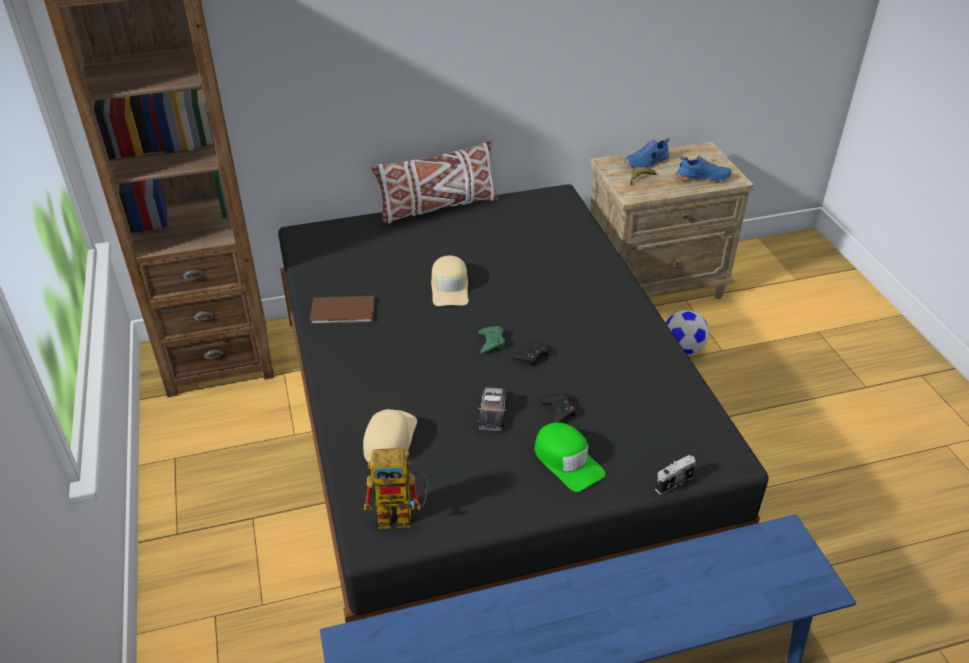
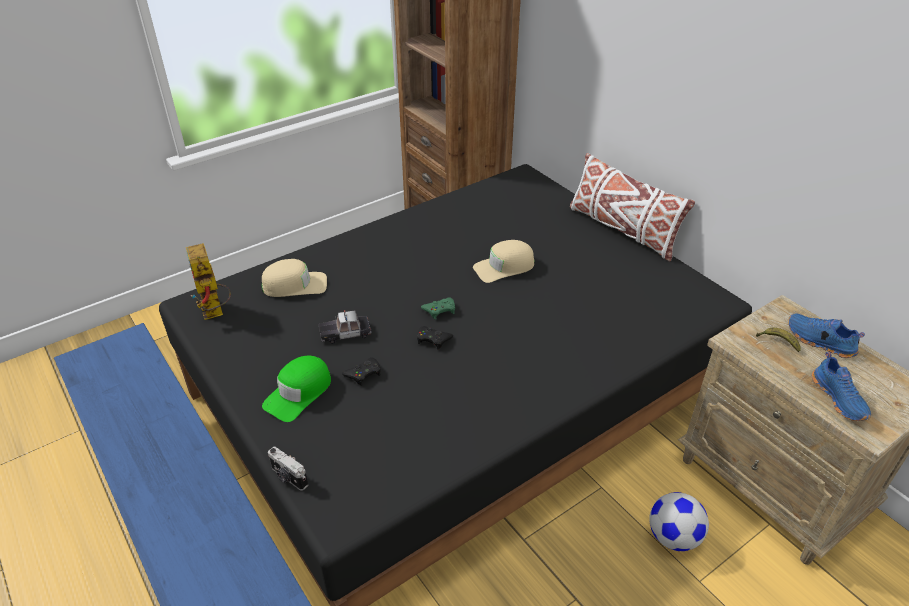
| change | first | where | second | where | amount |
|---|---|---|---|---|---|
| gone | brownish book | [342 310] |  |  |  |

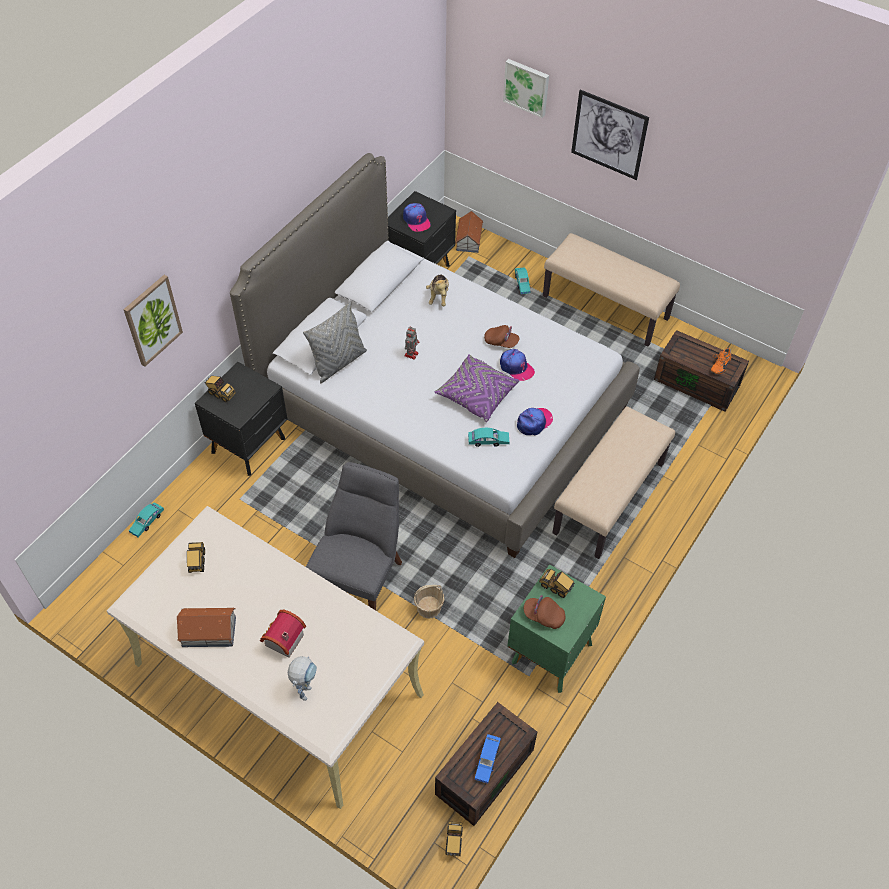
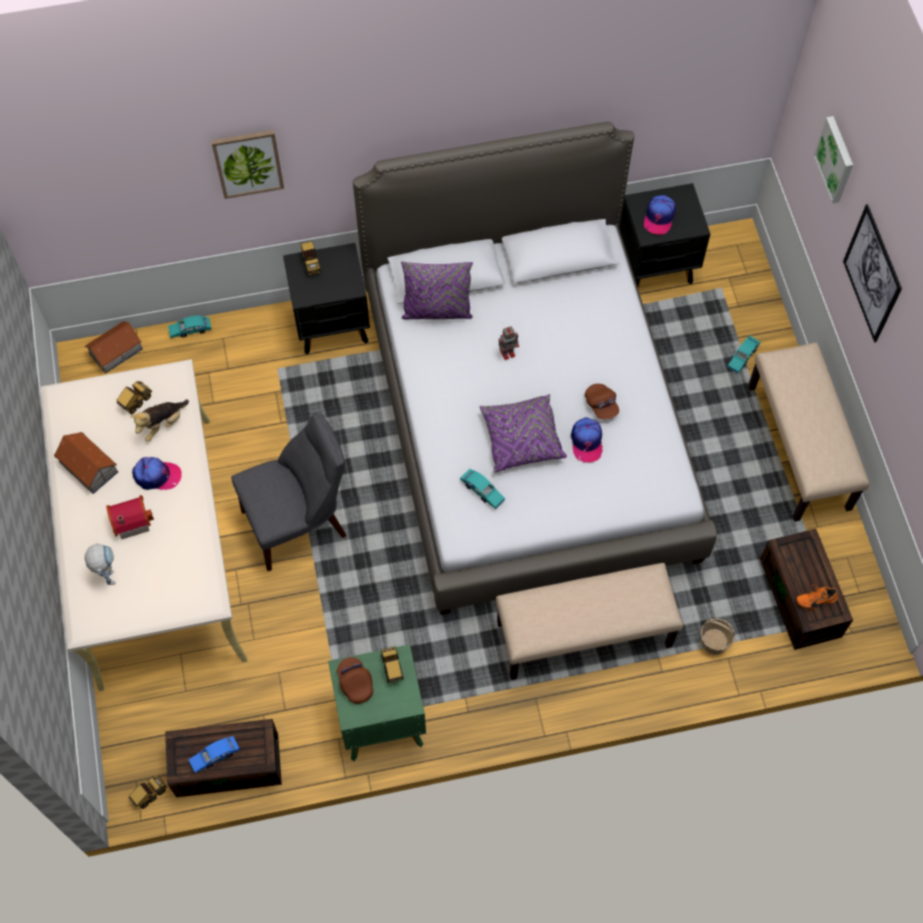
| change | first | where | second | where | amount |
|---|---|---|---|---|---|
| rotated | model robot | [302 678] |  | [100 564] | 75 degrees counterclockwise |
| repainted | greyish cushion | [335 342] | purplish cushion | [437 290] |  |
| shifted | household basket | [429 602] |  | [717 636] |  |
| shifted | plush toy | [437 290] |  | [159 420] |  |
| shifted | toy house | [469 232] |  | [114 347] |  |
| shifted | cap | [535 422] |  | [157 473] |  |

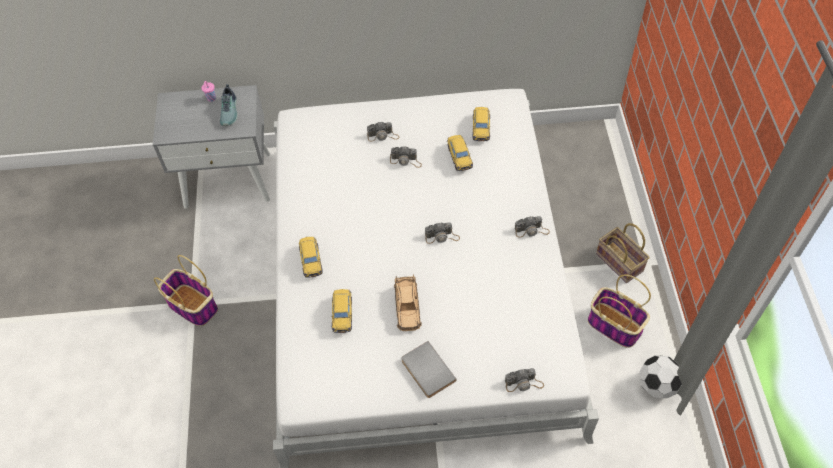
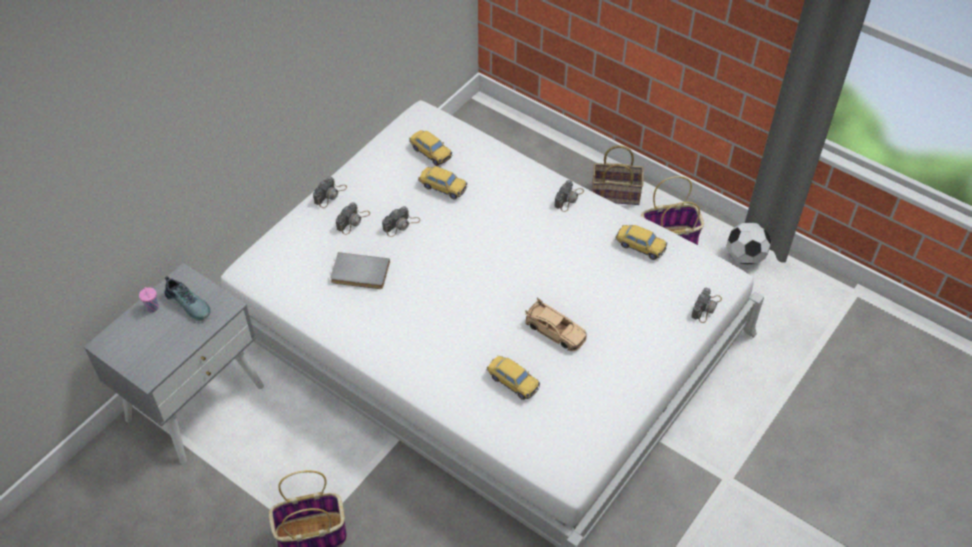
| change | first | where | second | where | amount |
|---|---|---|---|---|---|
| shifted | model car | [311 257] |  | [641 242] |  |
| shifted | greyish book | [428 369] |  | [360 270] |  |
| shifted | still camera | [442 233] |  | [330 192] |  |

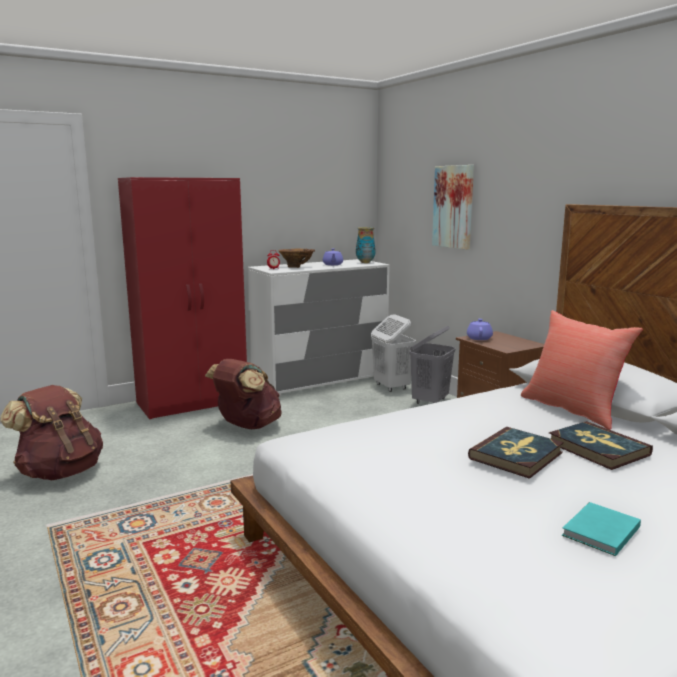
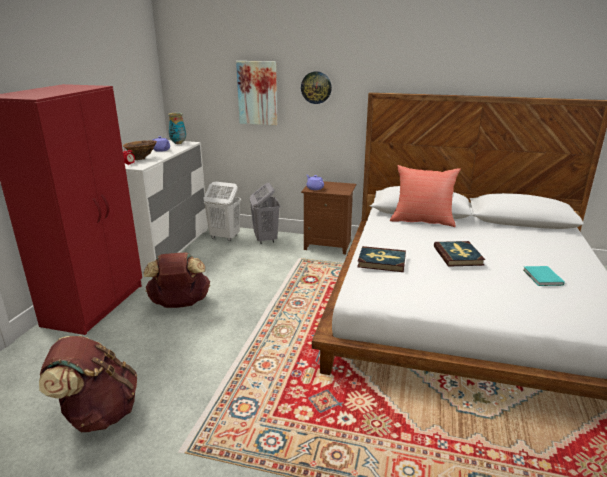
| change | first | where | second | where | amount |
|---|---|---|---|---|---|
| shifted | book | [601 445] |  | [381 259] |  |
| new |  |  | wall clock | [316 87] |  |

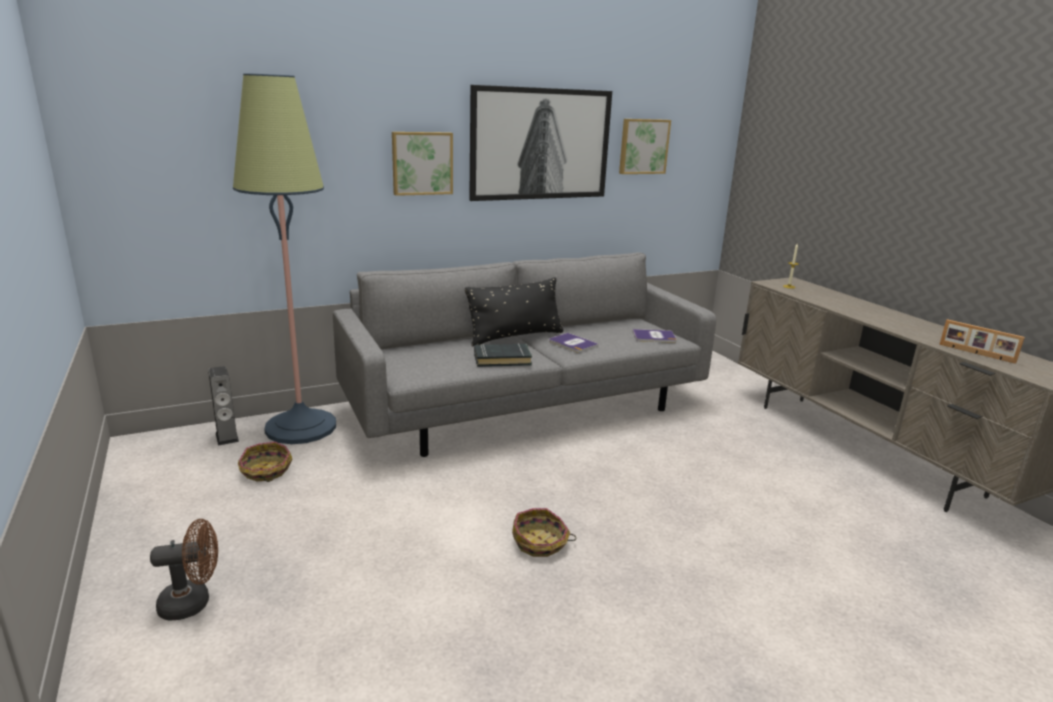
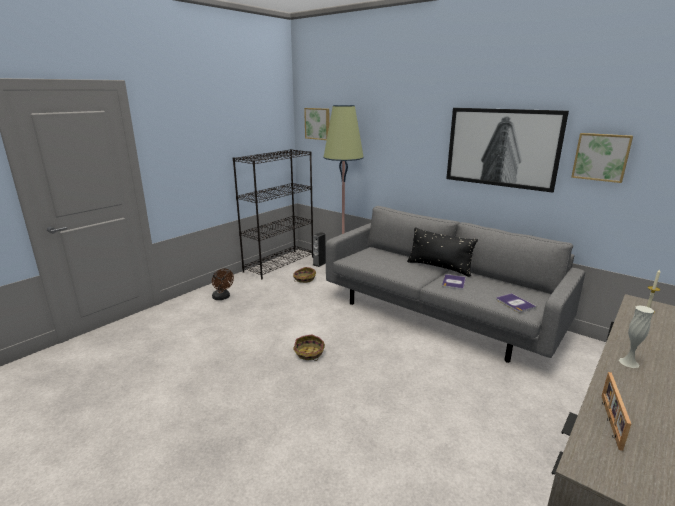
| change | first | where | second | where | amount |
|---|---|---|---|---|---|
| shifted | picture | [422 164] |  | [316 124] |  |
| gone | blackish book | [503 355] |  |  |  |
| new |  |  | blackish bookshelf | [273 214] |  |
| new |  |  | white vase | [636 337] |  |

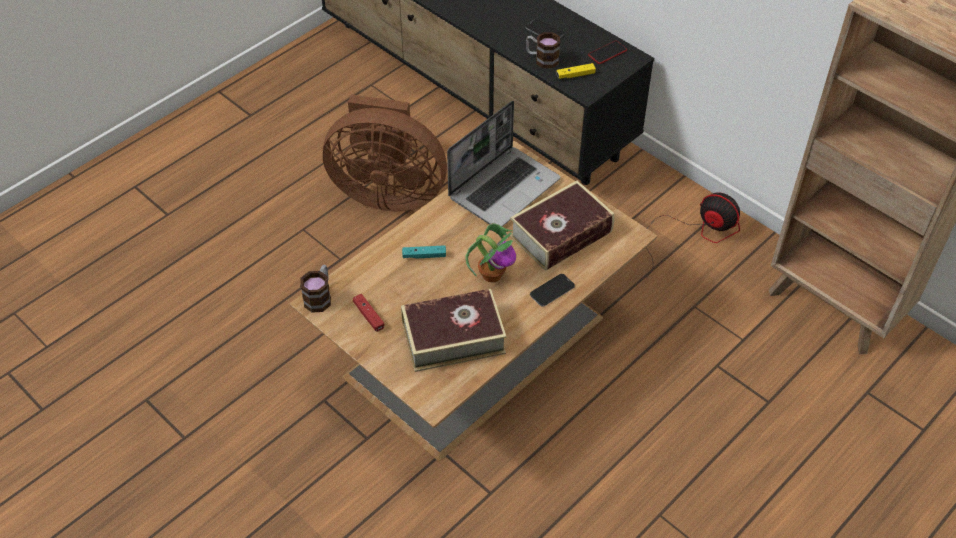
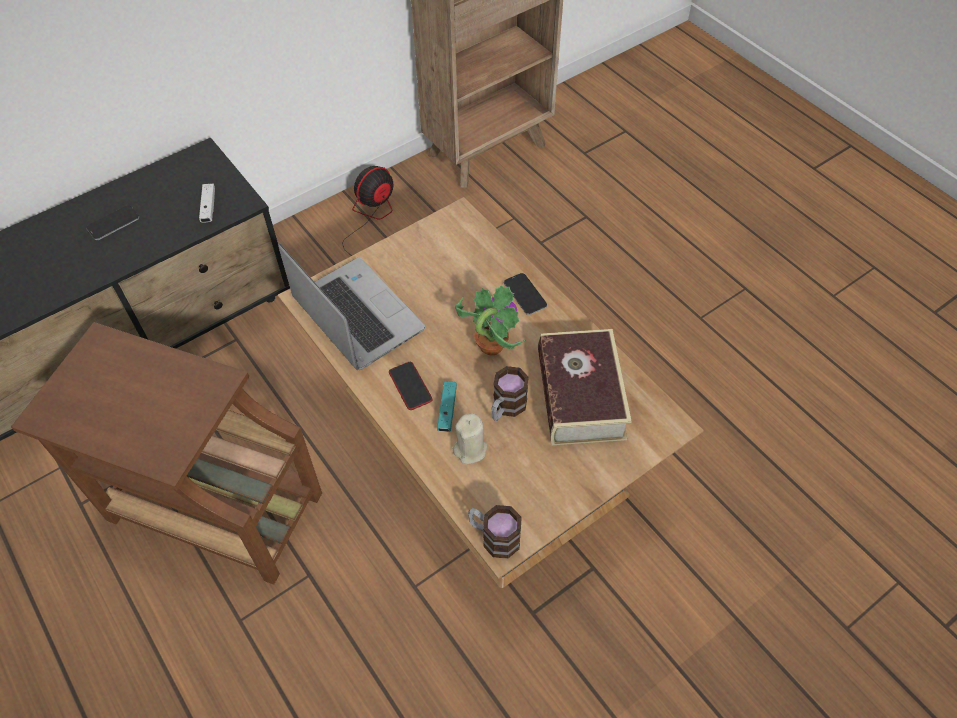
| change | first | where | second | where | amount |
|---|---|---|---|---|---|
| swapped | brownish fan | [385 153] | brownish accent table | [166 453] |  |
| gone | reddish game controller | [369 313] |  |  |  |
| gone | book | [562 226] |  |  |  |
| shifted | coffee mug | [543 50] |  | [510 393] |  |
| repainted | yellow-coloured game controller | [576 71] | white game controller | [207 203] |  |
| shifted | telephone | [607 52] |  | [411 386] |  |
| new |  |  | sand-coloured wax light | [470 438] |  |

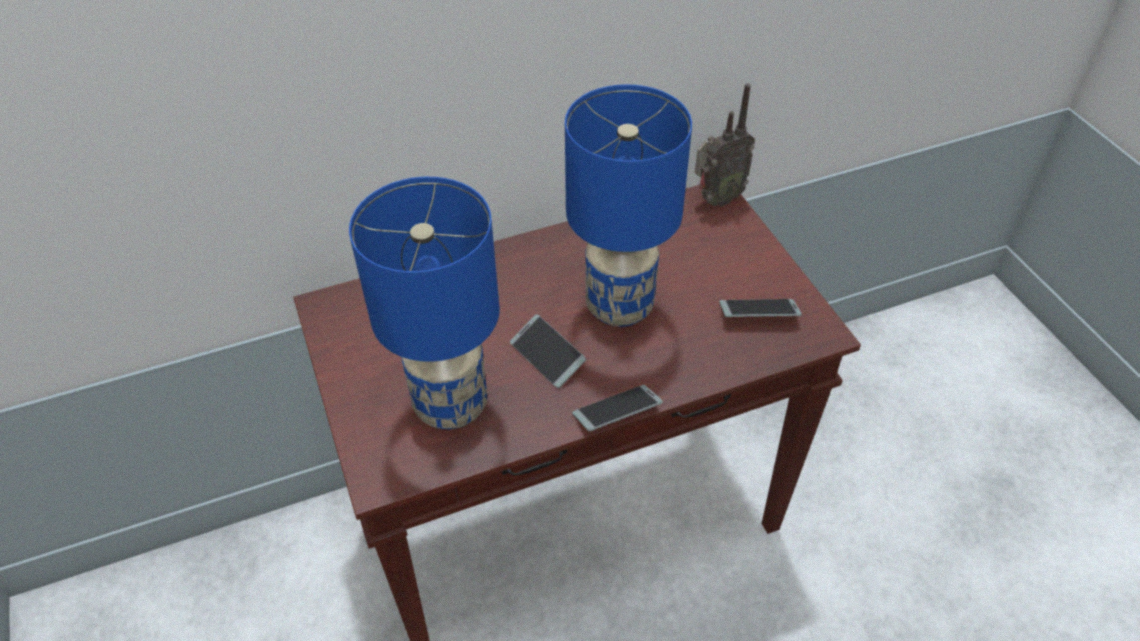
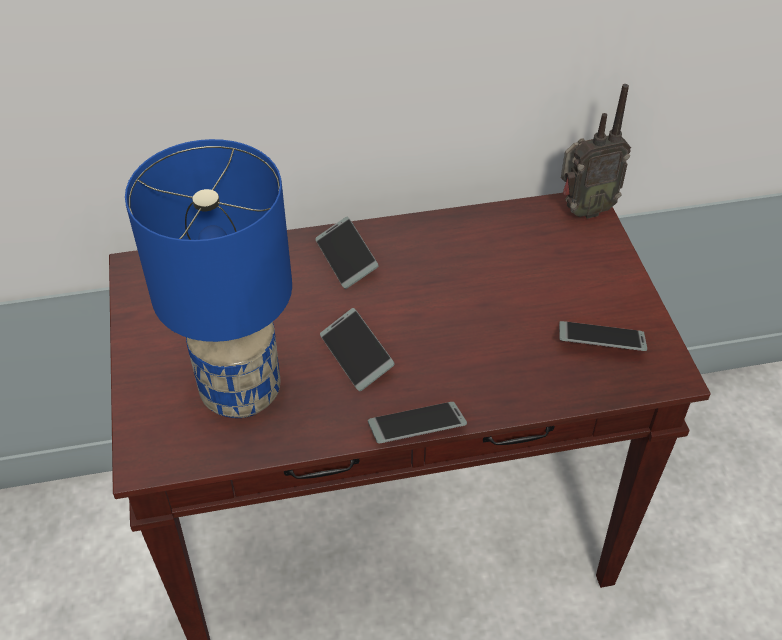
| change | first | where | second | where | amount |
|---|---|---|---|---|---|
| gone | blue-coloured lamp for a table | [628 205] |  |  |  |
| new |  |  | telephone | [347 253] |  |

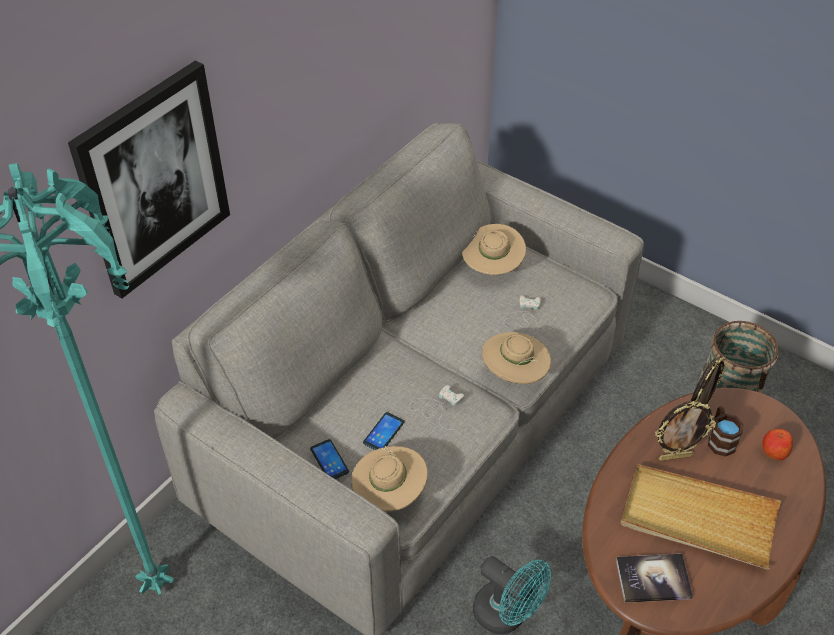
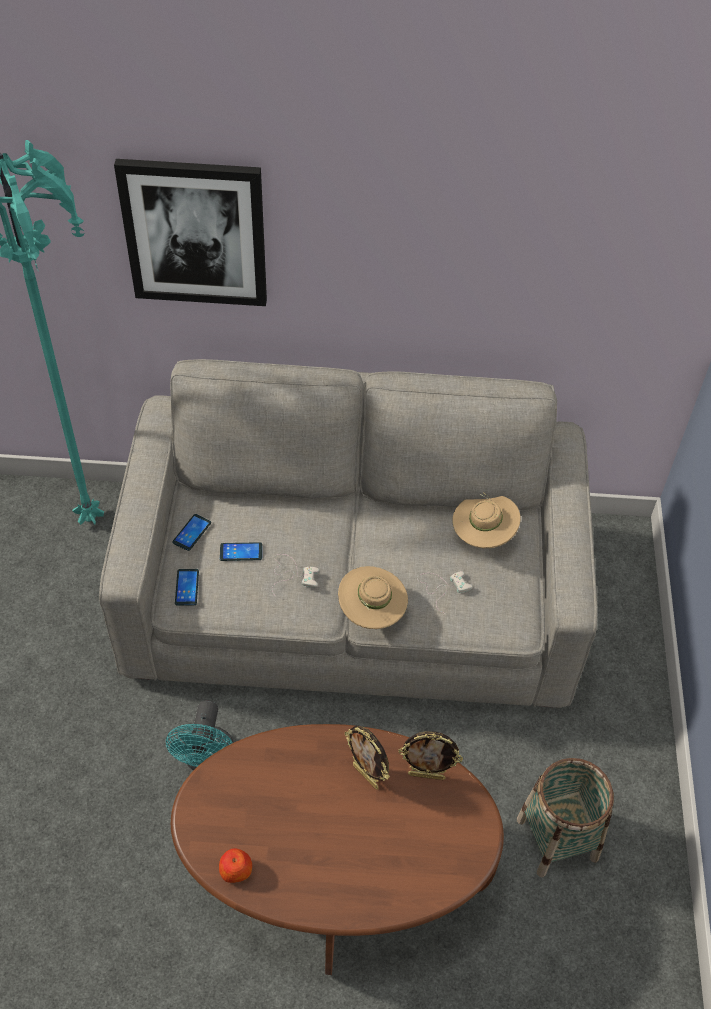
| change | first | where | second | where | amount |
|---|---|---|---|---|---|
| swapped | sand-coloured hat | [389 479] | telephone | [187 587] |  |
| gone | book | [654 578] |  |  |  |
| gone | sand-coloured serving tray | [701 517] |  |  |  |
| gone | brownish coffee mug | [726 431] |  |  |  |
| shifted | whole apple | [777 444] |  | [235 865] |  |

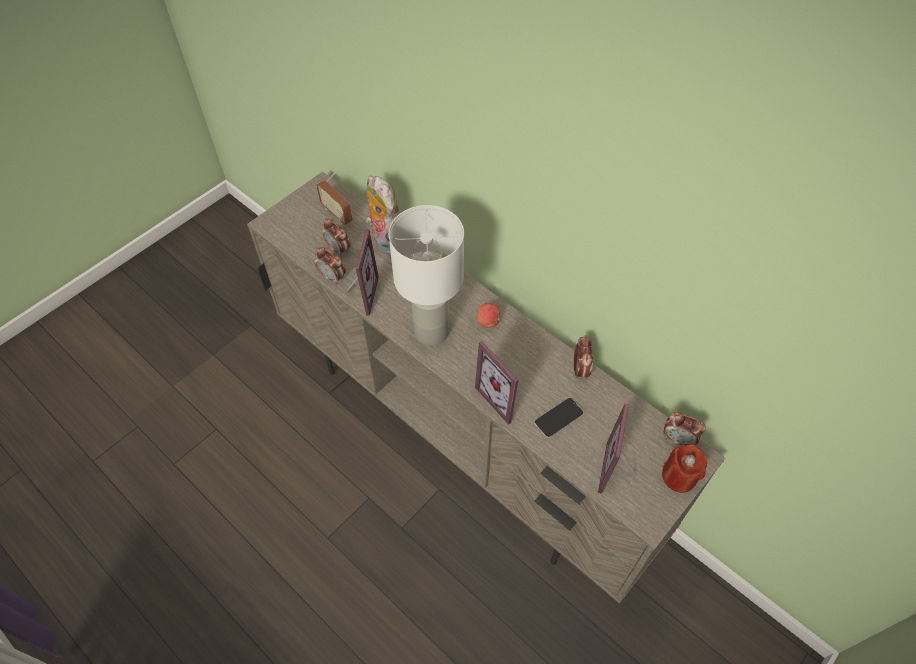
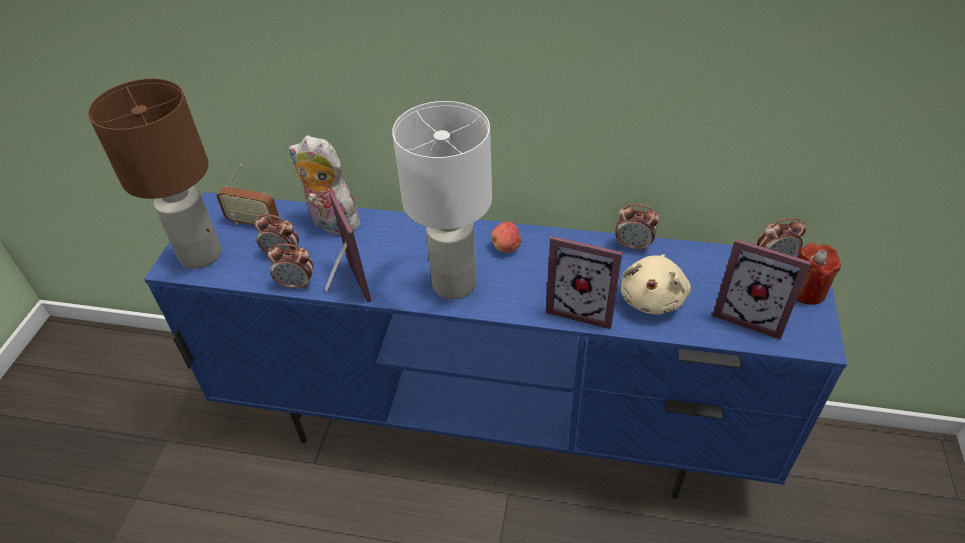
| change | first | where | second | where | amount |
|---|---|---|---|---|---|
| repainted | sand-coloured media console | [486 387] | blue-coloured media console | [495 345] |  |
| swapped | telephone | [559 418] | sand-coloured plush toy | [656 284] |  |
| rotated | bedside clock | [583 357] |  | [637 228] | 135 degrees clockwise |
| rotated | photo frame | [617 449] |  | [762 289] | 45 degrees counterclockwise |
| new |  |  | brownish lamp for a table | [154 173] |  |

